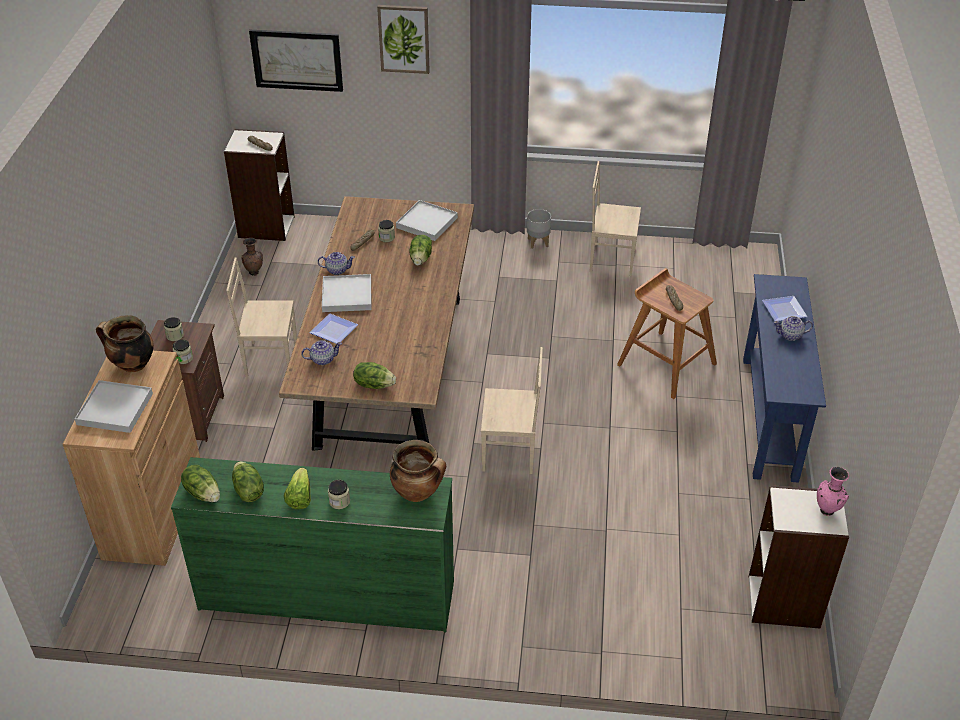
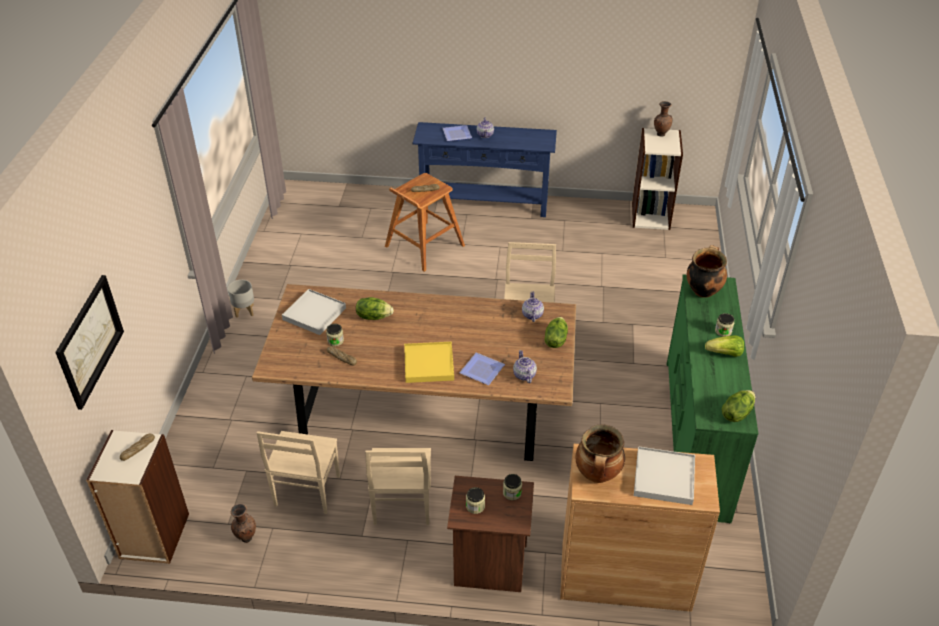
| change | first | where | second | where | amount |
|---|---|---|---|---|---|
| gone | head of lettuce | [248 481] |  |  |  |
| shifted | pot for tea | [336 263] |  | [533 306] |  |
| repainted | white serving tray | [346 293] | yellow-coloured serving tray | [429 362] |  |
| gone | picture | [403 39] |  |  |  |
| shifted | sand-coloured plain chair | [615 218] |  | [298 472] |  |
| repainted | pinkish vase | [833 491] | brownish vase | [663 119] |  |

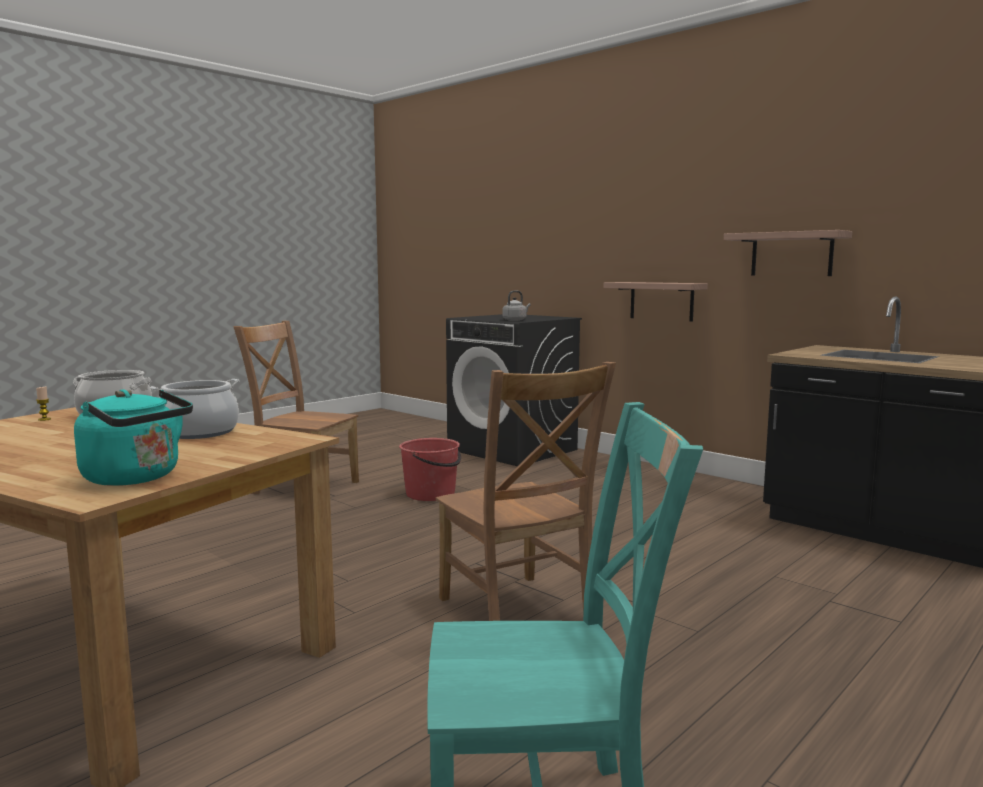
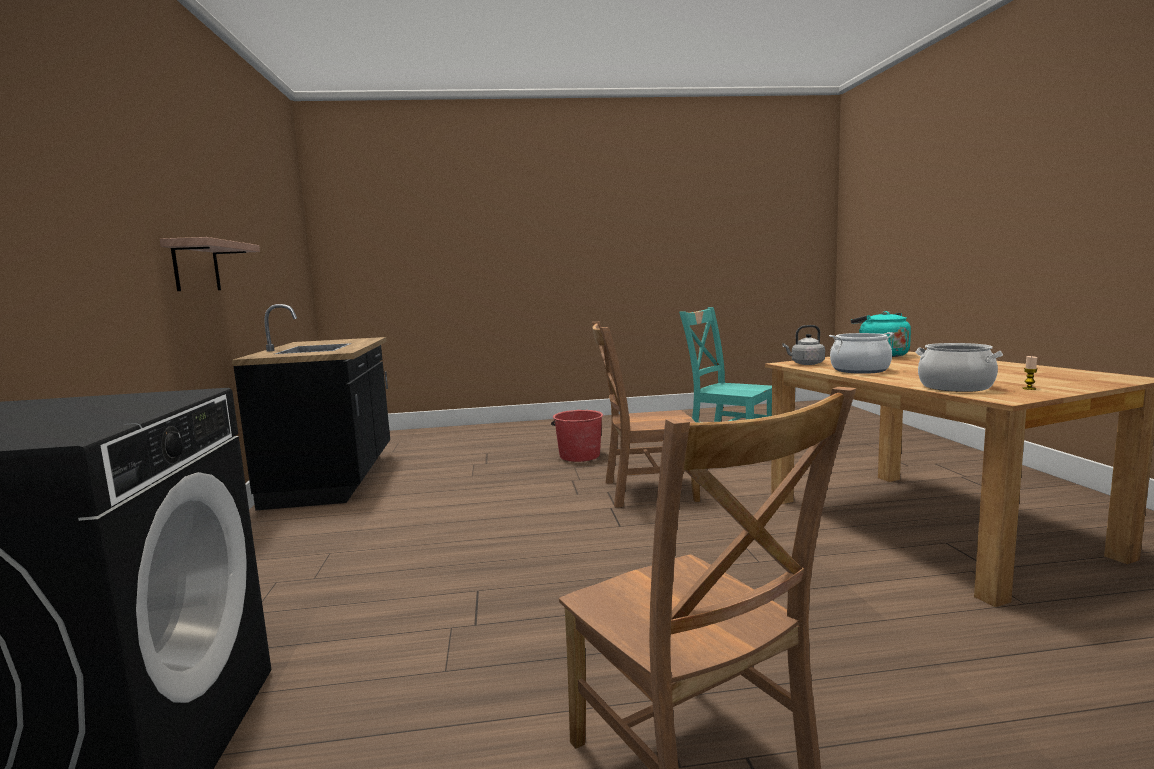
| change | first | where | second | where | amount |
|---|---|---|---|---|---|
| shifted | reddish bucket | [430 469] |  | [577 436] |  |
| rotated | brownish plain chair | [526 491] |  | [646 415] | 105 degrees counterclockwise |
| shifted | greyish tea kettle | [517 306] |  | [803 345] |  |
| gone | bracket shelf | [655 302] |  |  |  |

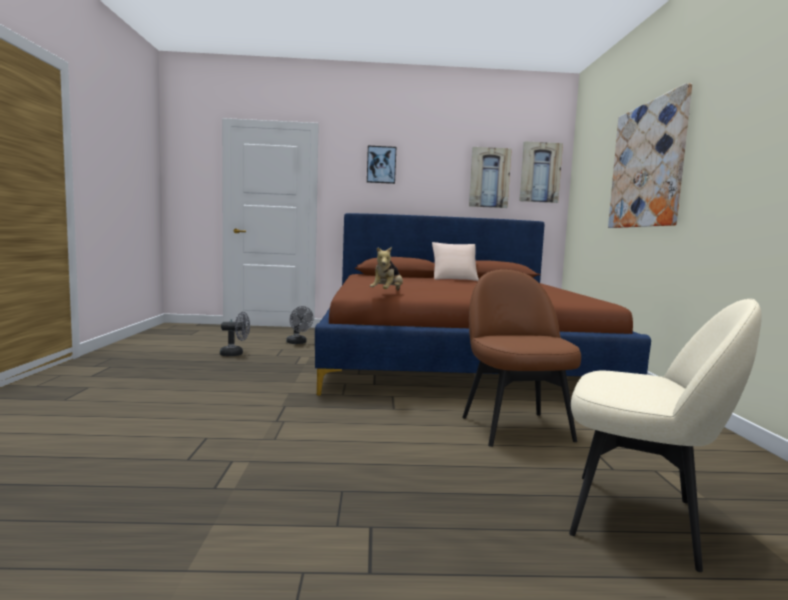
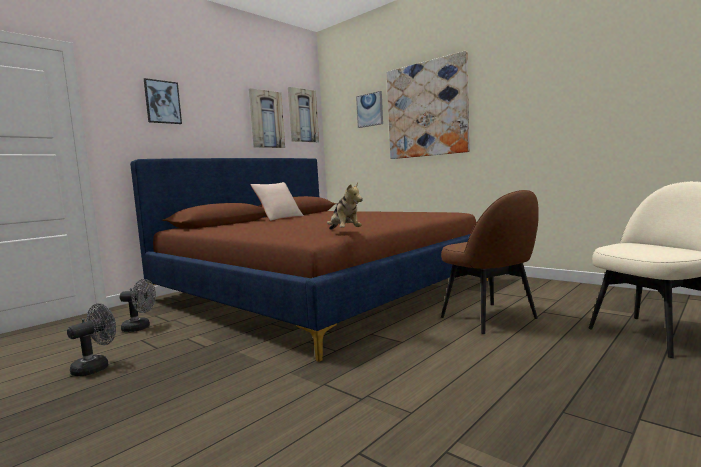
| change | first | where | second | where | amount |
|---|---|---|---|---|---|
| rotated | brownish plain chair | [521 358] |  | [490 262] | 150 degrees counterclockwise |
| new |  |  | picture | [369 109] |  |

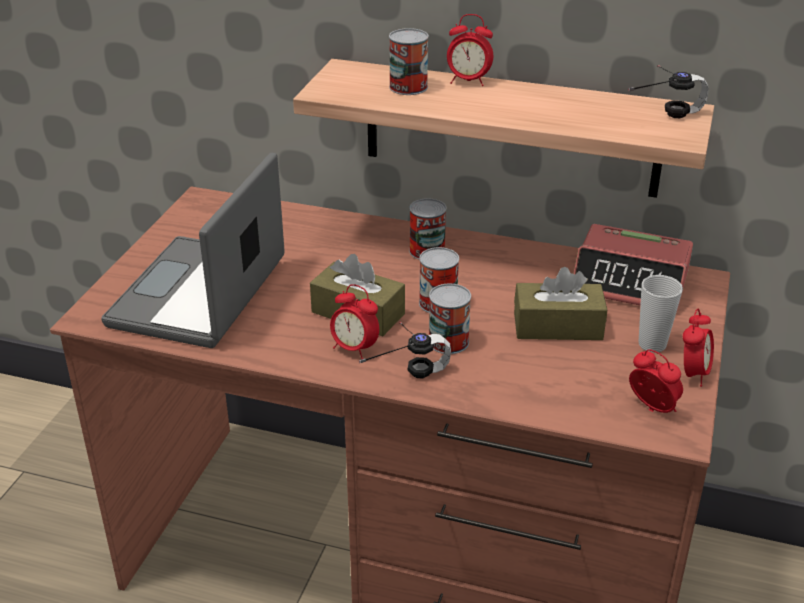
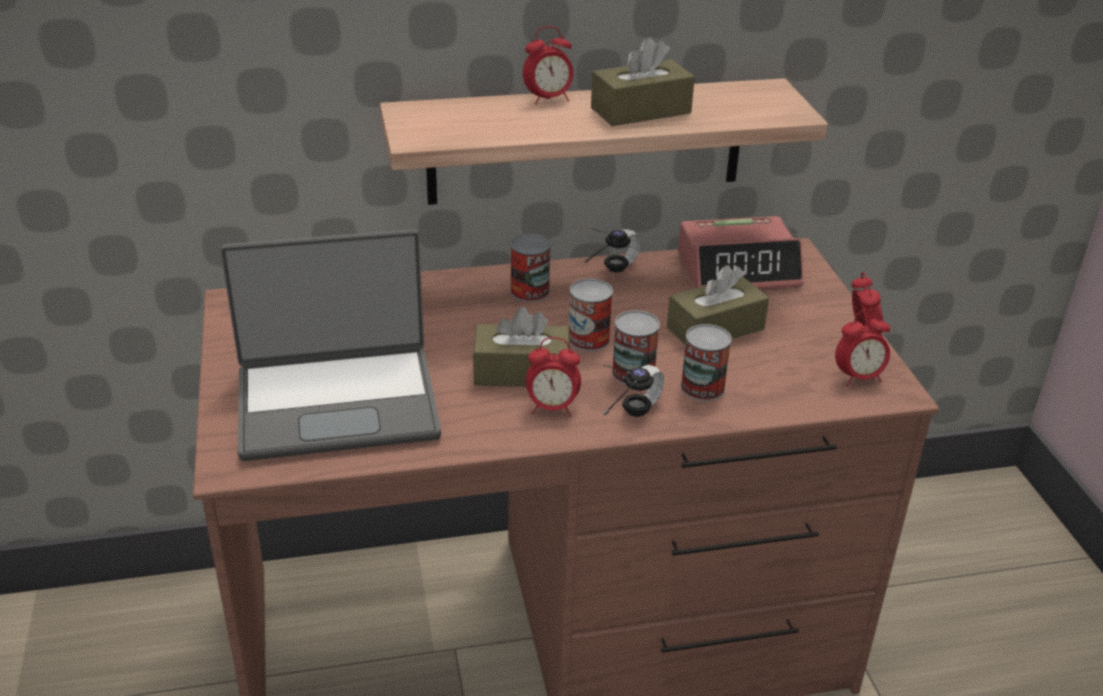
| change | first | where | second | where | amount |
|---|---|---|---|---|---|
| rotated | laptop | [193 250] |  | [331 345] | 90 degrees counterclockwise |
| shifted | can | [409 61] |  | [706 362] |  |
| shifted | headphones | [668 91] |  | [612 250] |  |
| rotated | bedside clock | [656 381] |  | [862 347] | 150 degrees clockwise |
| gone | small cup | [661 314] |  |  |  |
| new |  |  | brownish tissue box | [643 81] |  |

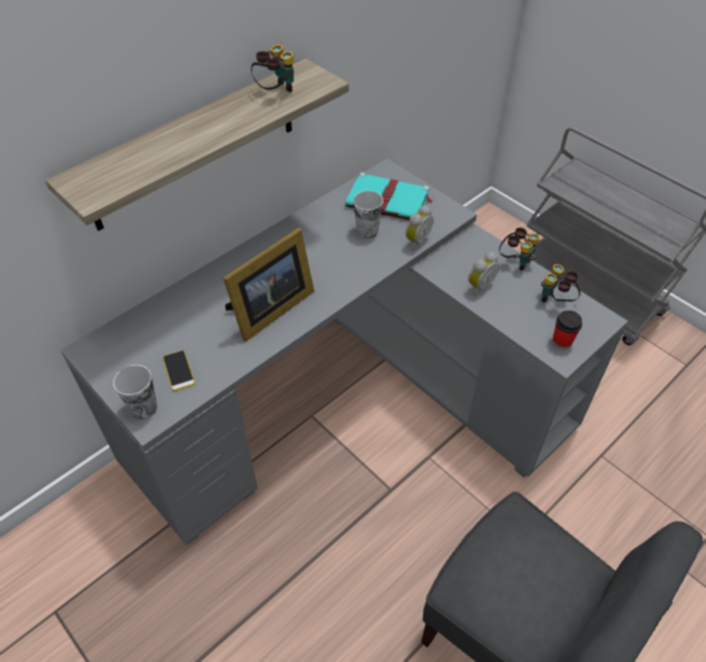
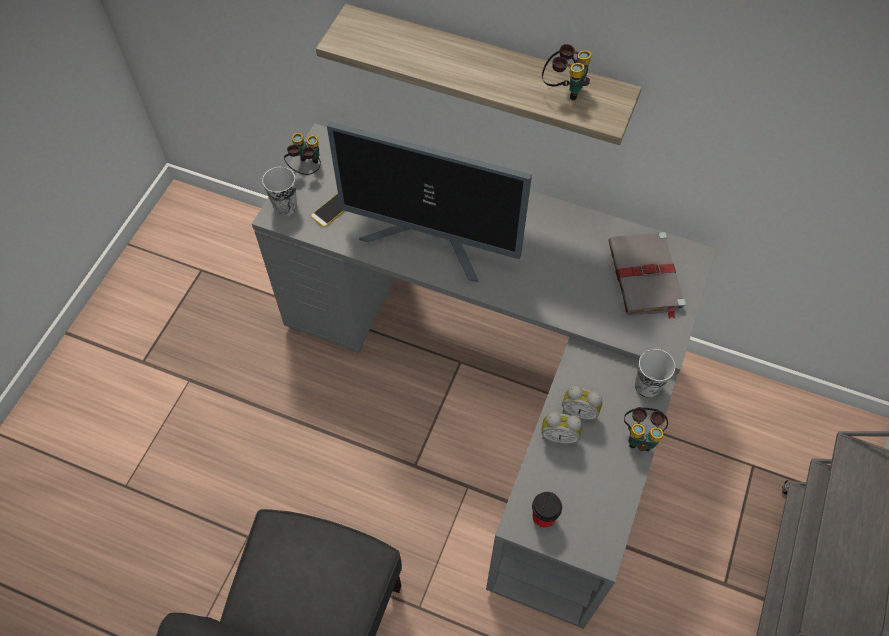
| change | first | where | second | where | amount |
|---|---|---|---|---|---|
| swapped | photo frame | [268 285] | computer display | [429 202] |  |
| repainted | blue-green book | [389 196] | greyish book | [647 275] |  |
| shifted | small cup | [368 214] |  | [655 373] |  |
| shifted | bedside clock | [419 227] |  | [561 428] |  |
| shifted | field glasses | [561 283] |  | [302 154] |  |

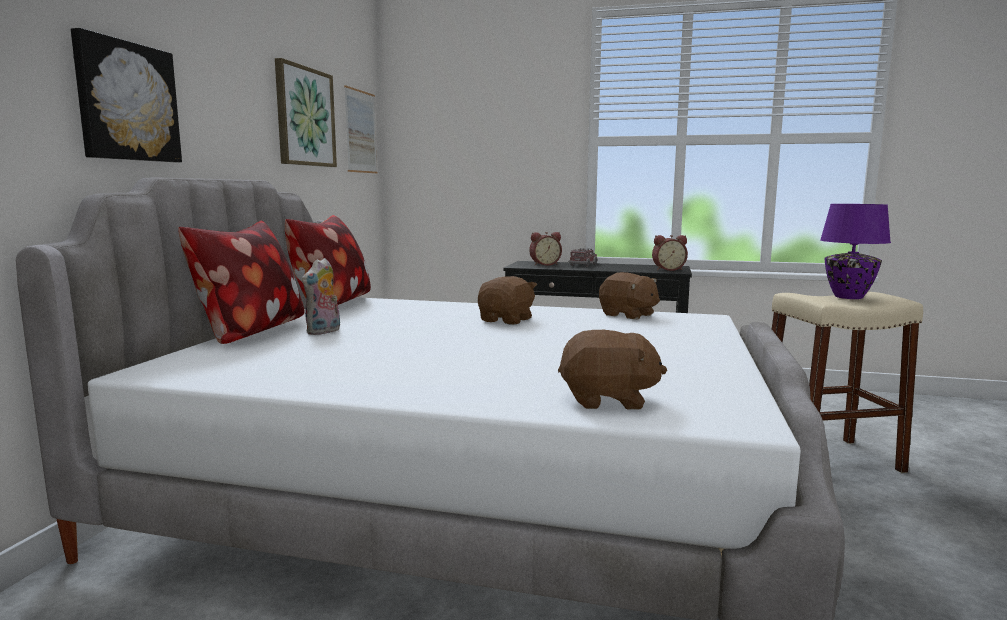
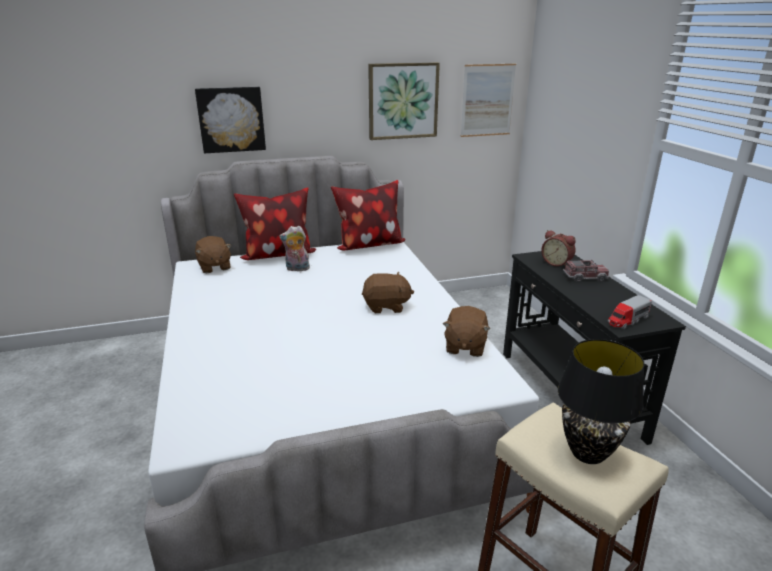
| change | first | where | second | where | amount |
|---|---|---|---|---|---|
| shifted | brownish plush toy | [612 370] |  | [213 254] |  |
| swapped | bedside clock | [670 253] | toy truck | [630 312] |  |
| repainted | purplish lamp for a table | [855 251] | blackish lamp for a table | [601 401] |  |

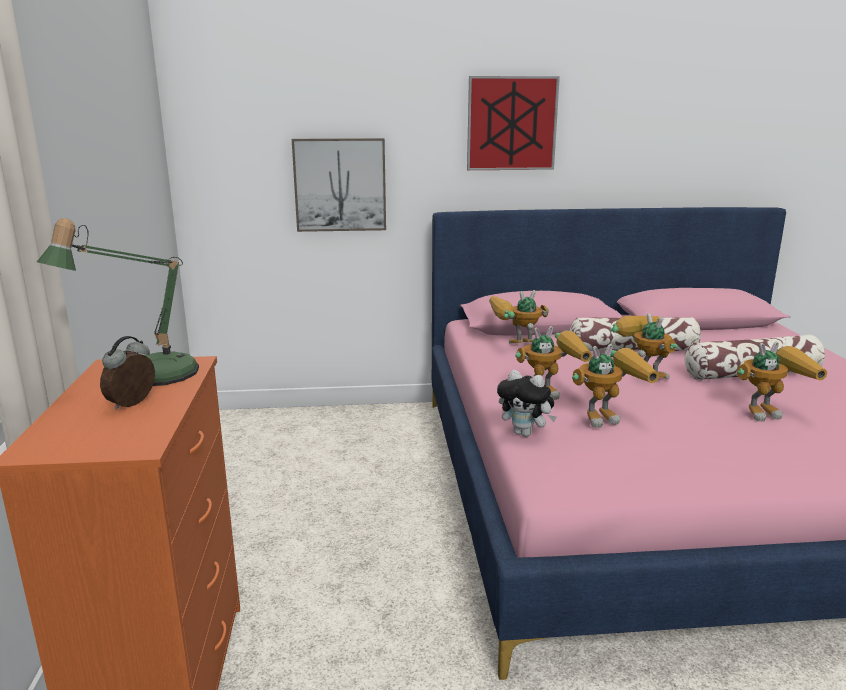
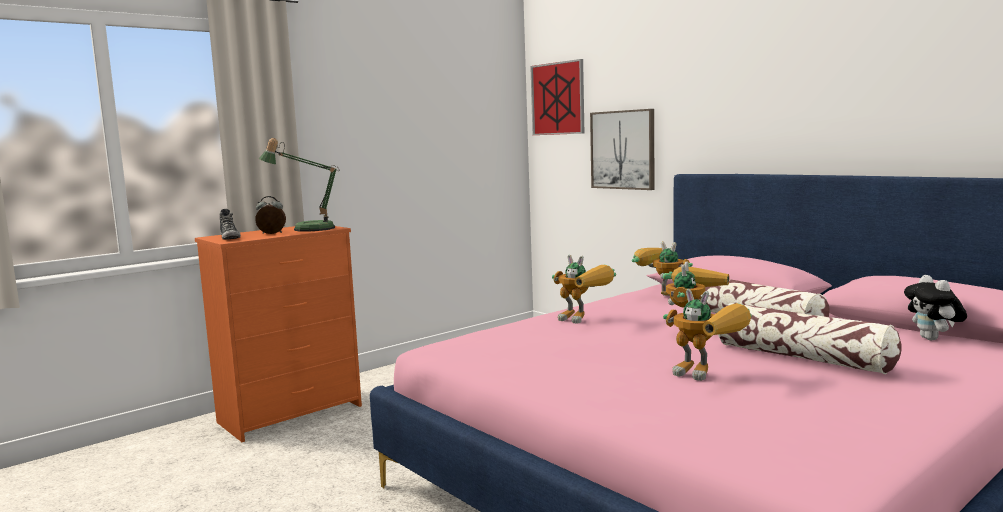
| change | first | where | second | where | amount |
|---|---|---|---|---|---|
| shifted | picture | [513 123] |  | [557 97] |  |
| shifted | plush toy | [527 403] |  | [935 307] |  |
| gone | model robot | [615 386] |  |  |  |
| new |  |  | shoe | [230 224] |  |

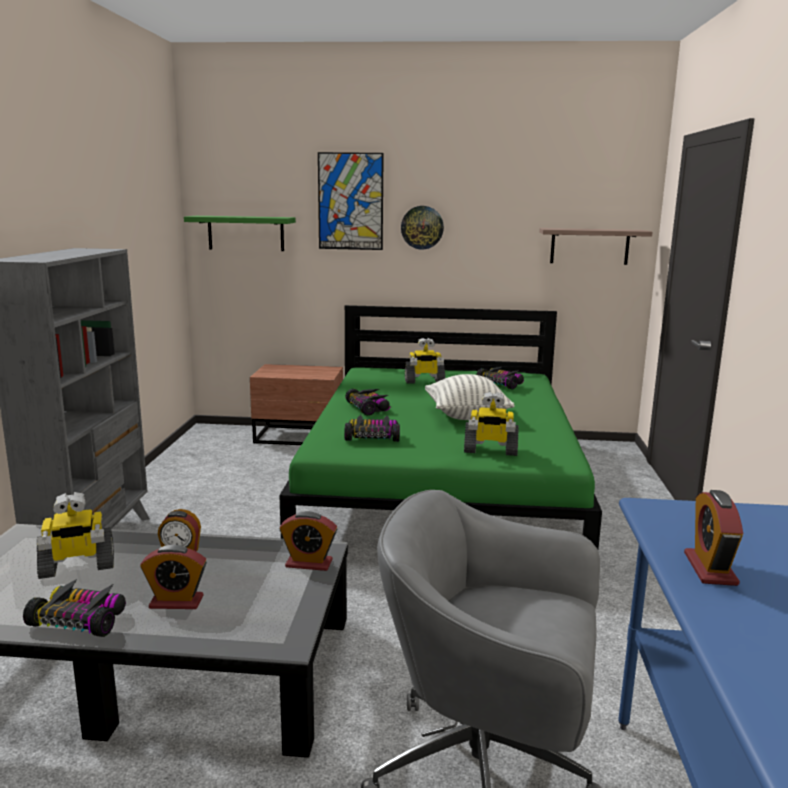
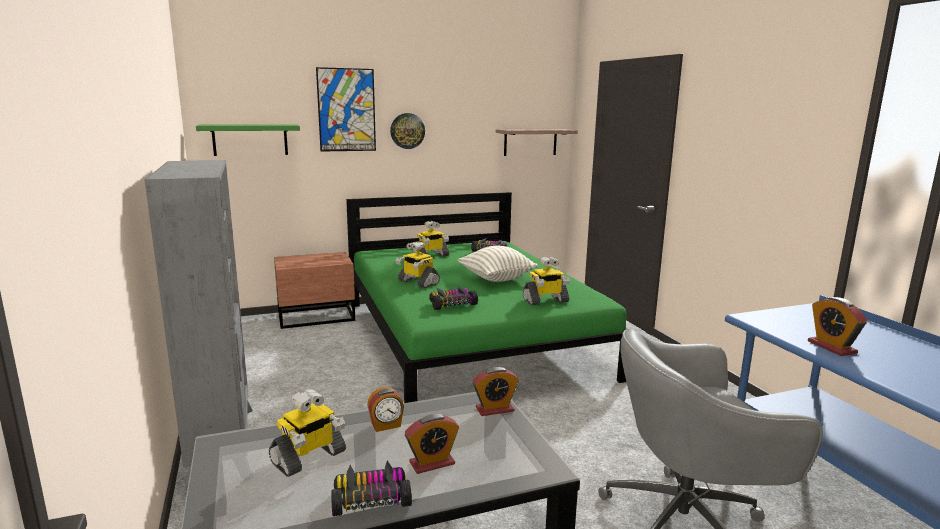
| change | first | where | second | where | amount |
|---|---|---|---|---|---|
| swapped | model car | [367 402] | model robot | [418 264] |  |

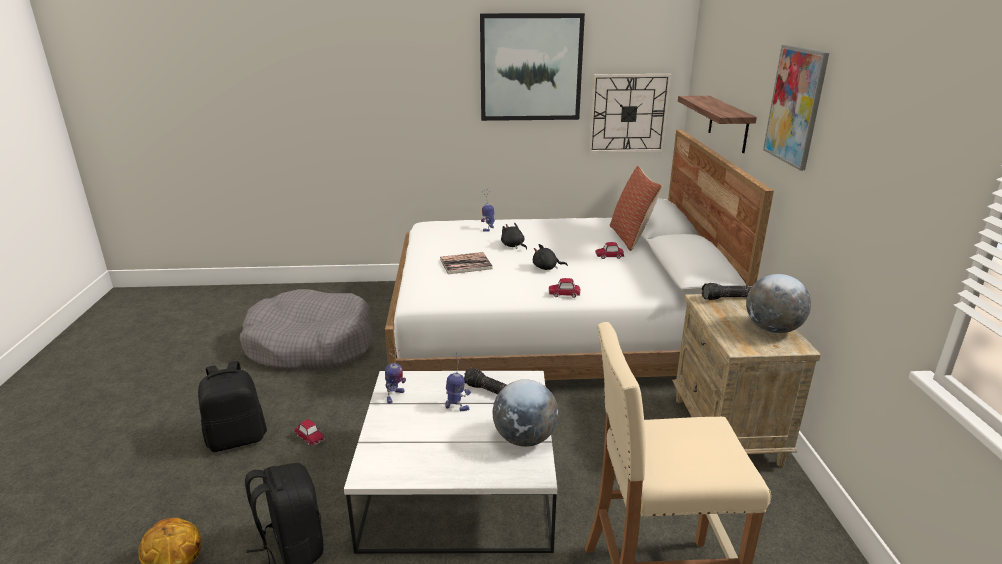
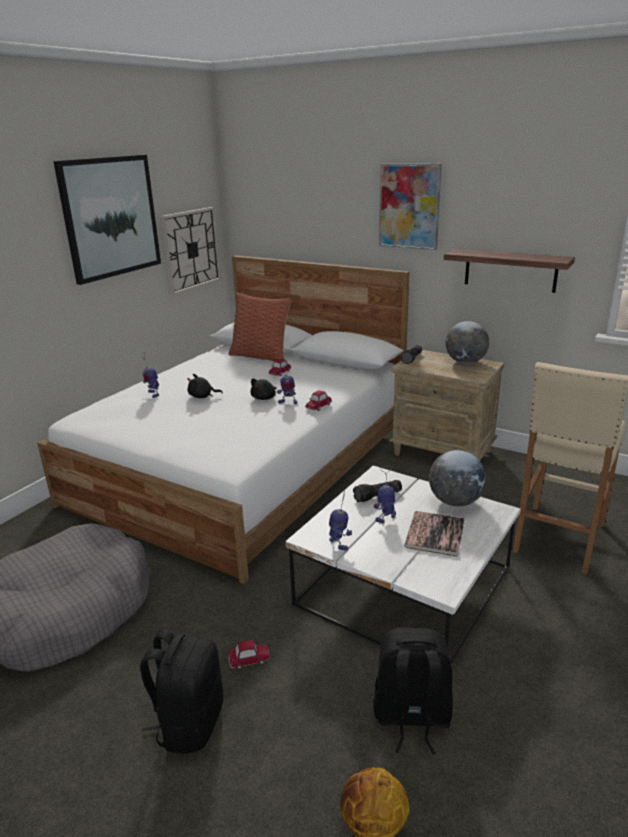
| change | first | where | second | where | amount |
|---|---|---|---|---|---|
| shifted | book | [466 263] |  | [434 534] |  |
| shifted | bracket shelf | [717 124] |  | [509 271] |  |
| new |  |  | model robot | [287 383] |  |

